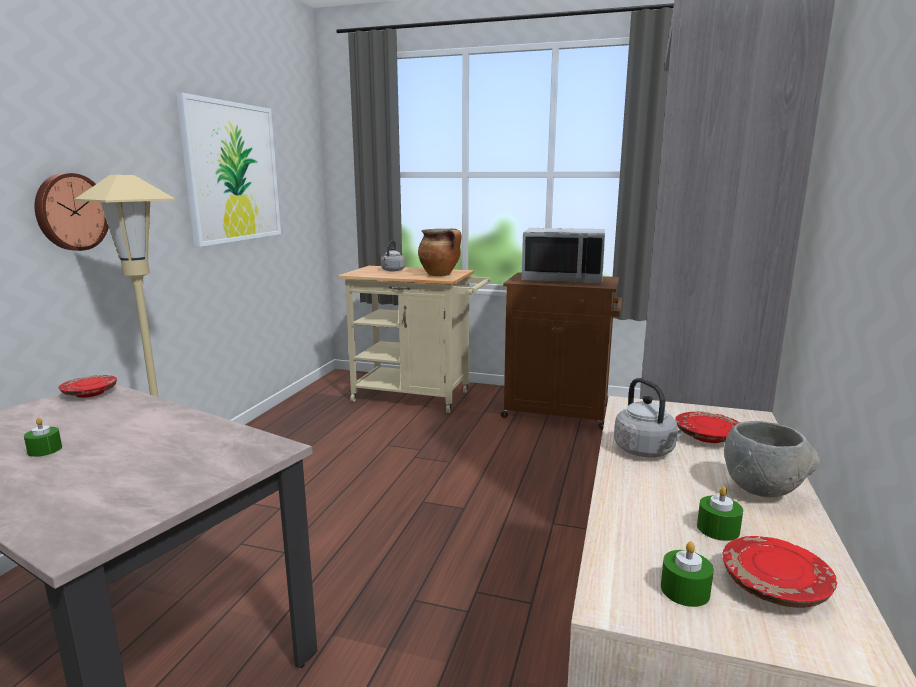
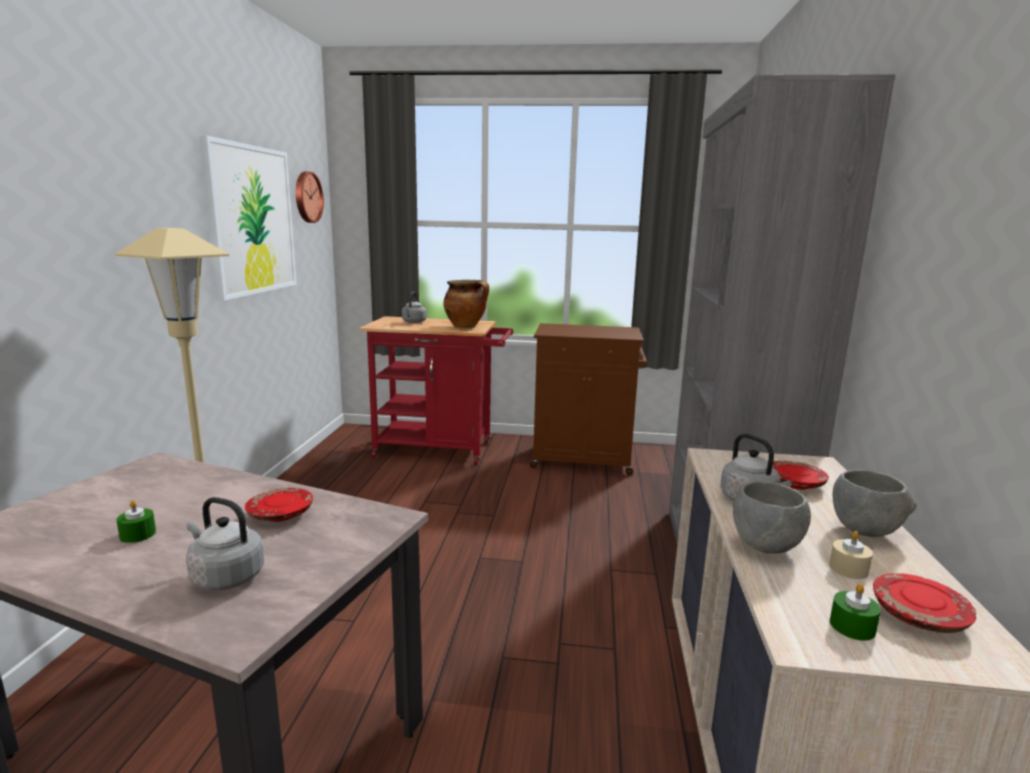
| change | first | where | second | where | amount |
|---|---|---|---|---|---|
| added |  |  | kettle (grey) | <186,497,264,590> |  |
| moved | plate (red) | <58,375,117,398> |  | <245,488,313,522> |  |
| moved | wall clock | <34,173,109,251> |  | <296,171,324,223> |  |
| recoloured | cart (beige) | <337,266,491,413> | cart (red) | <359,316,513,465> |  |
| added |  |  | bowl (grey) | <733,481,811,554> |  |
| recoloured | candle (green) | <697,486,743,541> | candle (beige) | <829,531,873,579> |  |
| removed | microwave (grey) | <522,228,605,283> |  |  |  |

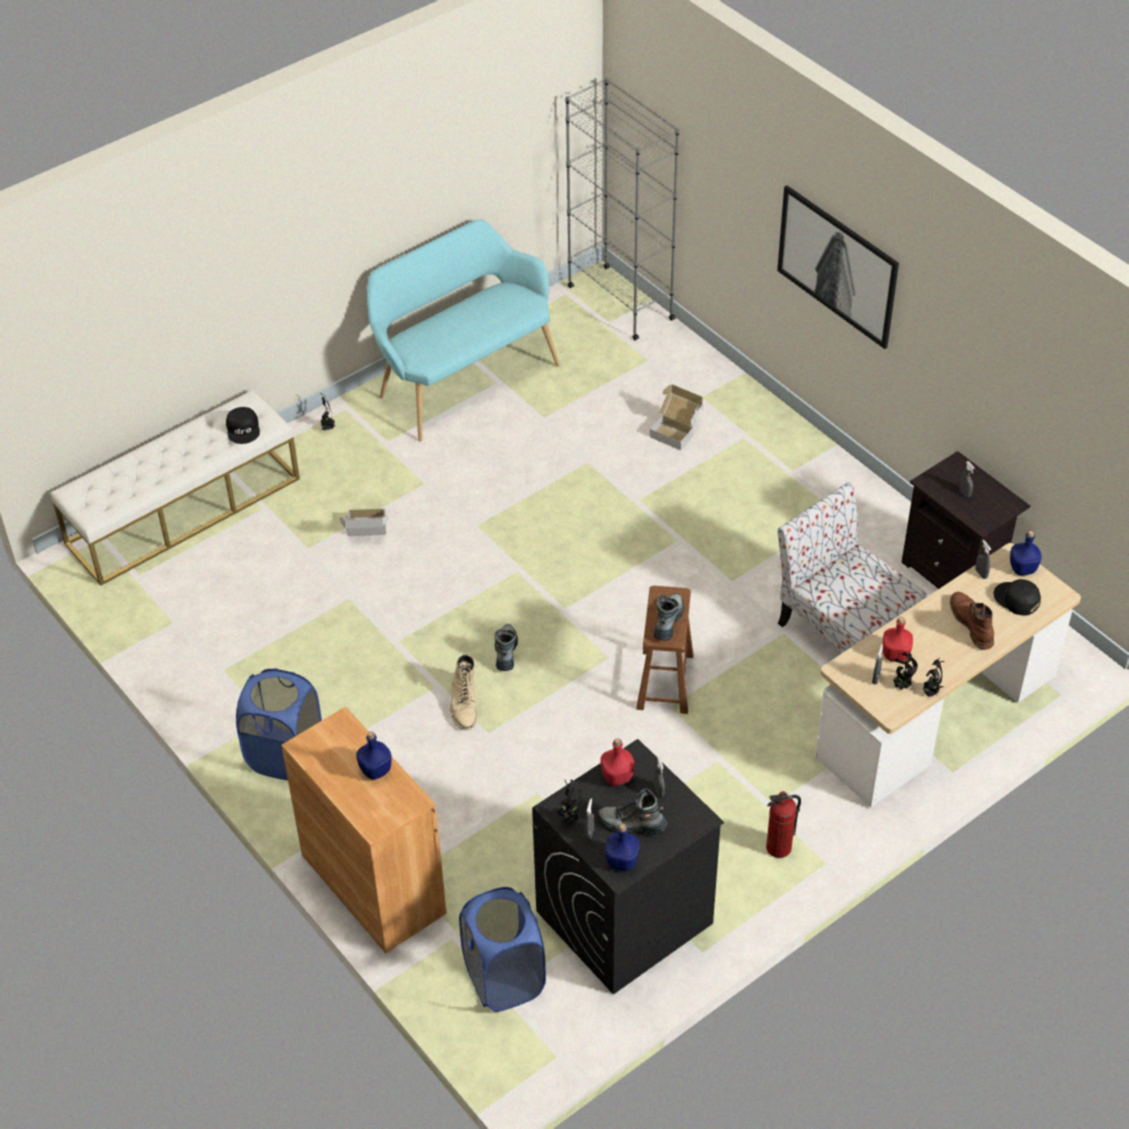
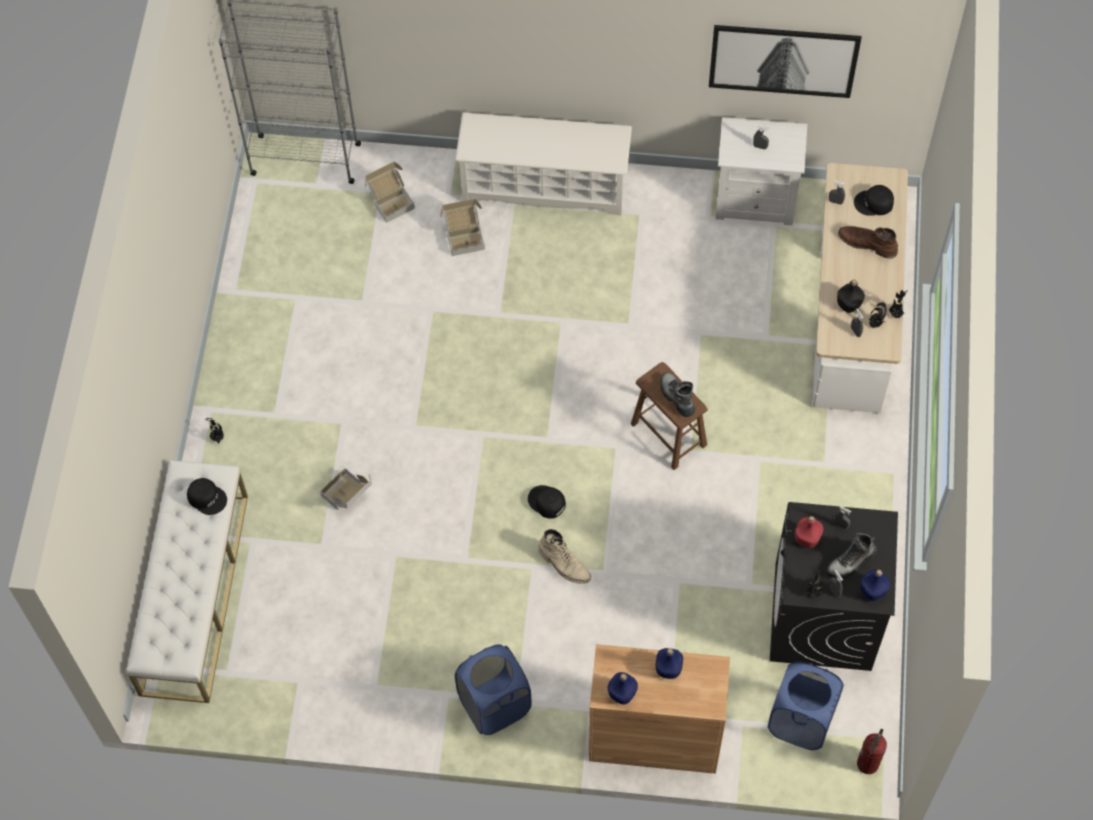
| change | first | where | second | where | amount |
|---|---|---|---|---|---|
| added |  |  | cardboard box | <365,161,415,223> |  |
| added |  |  | shoe rack (white) | <455,113,632,215> |  |
| replaced | boot | <495,624,518,671> | cap (black) | <528,485,566,519> |  |
| moved | bottle (blue) | <1010,531,1042,575> |  | <608,672,638,705> |  |
| moved | picture | <777,185,899,349> |  | <709,25,861,98> |  |
| recoloured | nightstand (black) | <902,451,1030,589> | nightstand (white) | <715,117,807,226> |  |
| recoloured | bottle (red) | <883,617,913,662> | bottle (black) | <837,280,865,313> |  |
| moved | fire extinguisher | <766,791,801,858> |  | <857,729,887,774> |  |
| removed | bench (turquoise) | <367,219,560,441> |  |  |  |
| removed | chair | <778,482,928,652> |  |  |  |

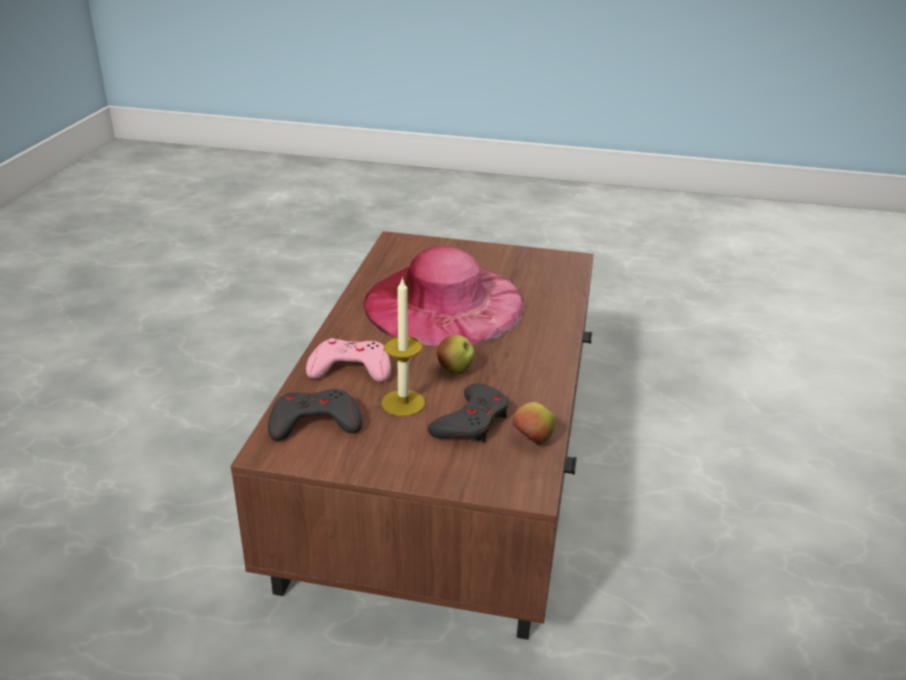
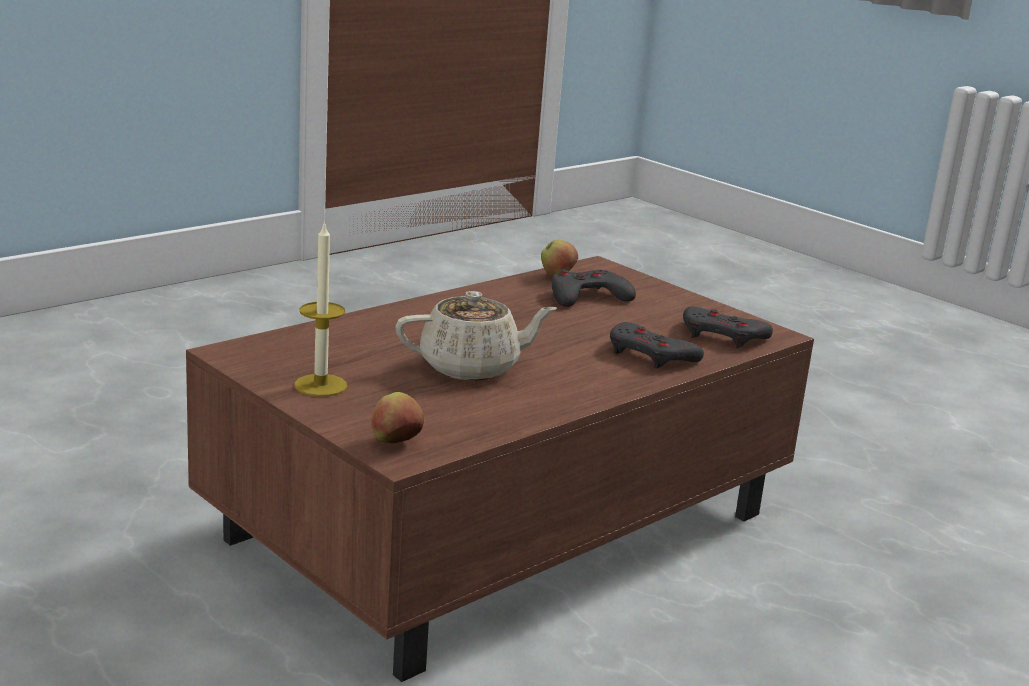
| change | first | where | second | where | amount |
|---|---|---|---|---|---|
| moved | candle | <382,277,425,416> |  | <294,221,347,396> |  |
| moved | apple | <437,335,474,374> |  | <371,392,424,443> |  |
| replaced | hat (pink) | <364,246,524,346> | teapot (beige) | <395,291,557,380> |  |
| recoloured | game controller (pink) | <306,338,391,382> | game controller (grey) | <610,322,704,369> |  |

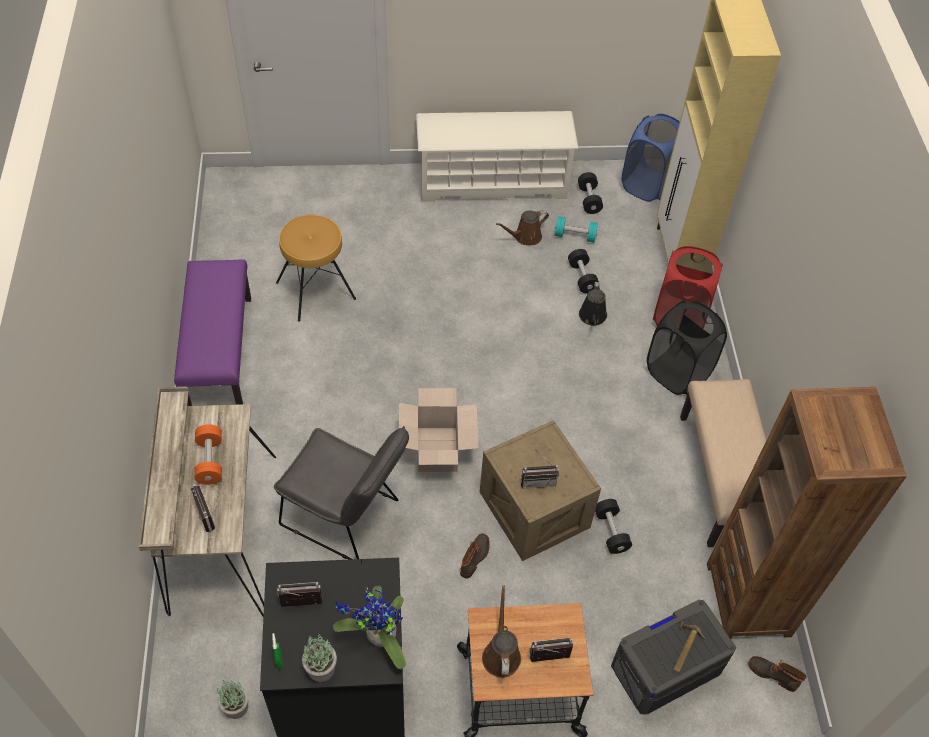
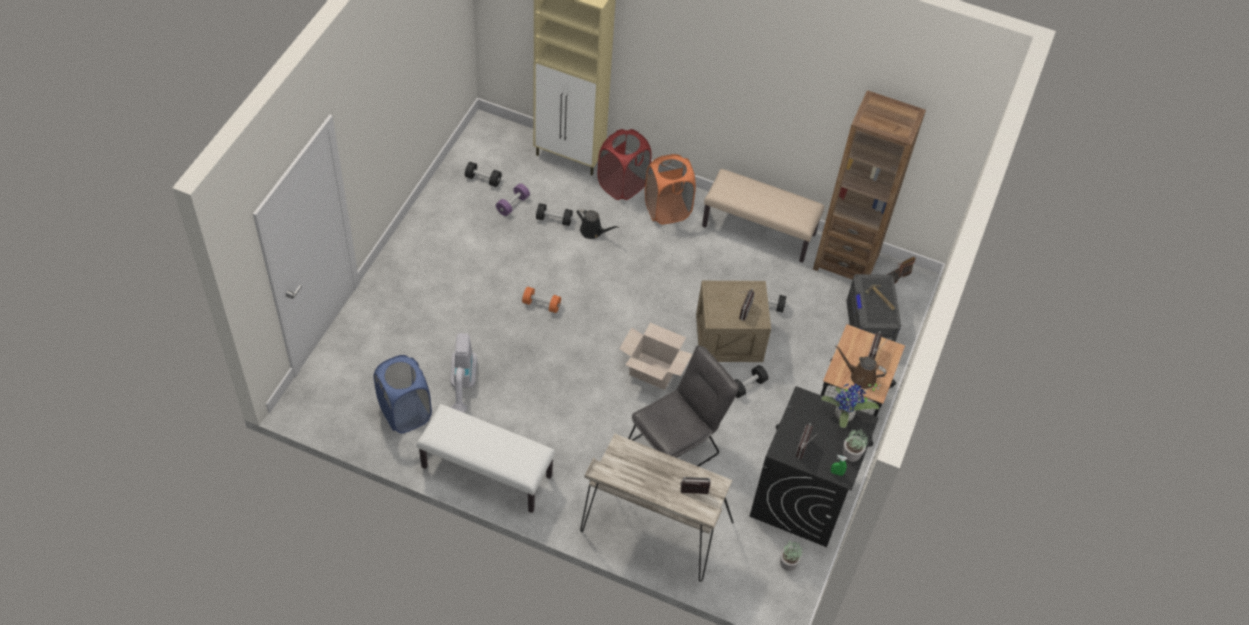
| change | first | where | second | where | amount |
|---|---|---|---|---|---|
| moved | laundry basket (blue) | <622,114,680,202> |  | <373,355,432,433> |  |
| recoloured | bench (purple) | <174,259,251,406> | bench (white) | <417,404,555,513> |  |
| replaced | stool (brown) | <276,215,356,322> | vacuum cleaner | <450,333,477,412> |  |
| recoloured | dumbbell (turquoise) | <555,216,598,243> | dumbbell (purple) | <496,183,530,216> |  |
| moved | dumbbell (orange) | <194,424,222,485> |  | <522,287,561,313> |  |
| recoloured | laundry basket (black) | <647,301,727,395> | laundry basket (orange) | <645,154,696,224> |  |
| replaced | boot | <460,533,490,579> | dumbbell (black) | <735,365,768,398> |  |
| removed | shoe rack (white) | <416,111,579,202> |  |  |  |
| removed | watering can (brown) | <496,210,549,245> |  |  |  |

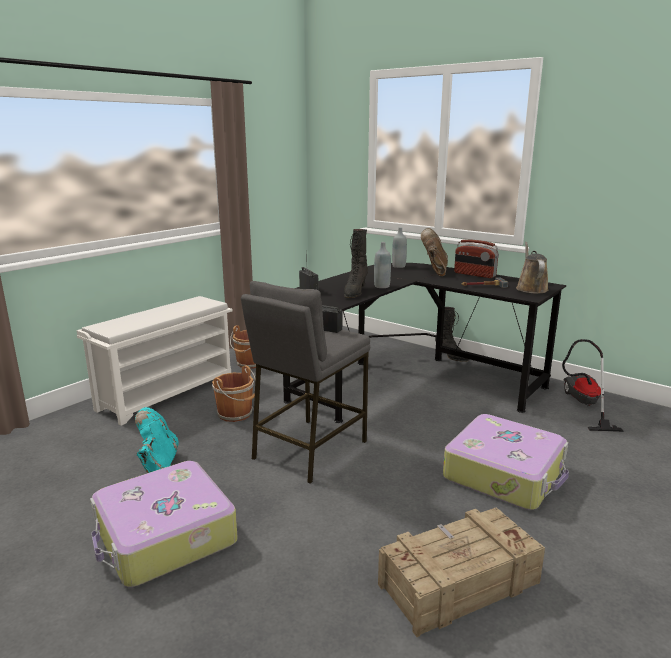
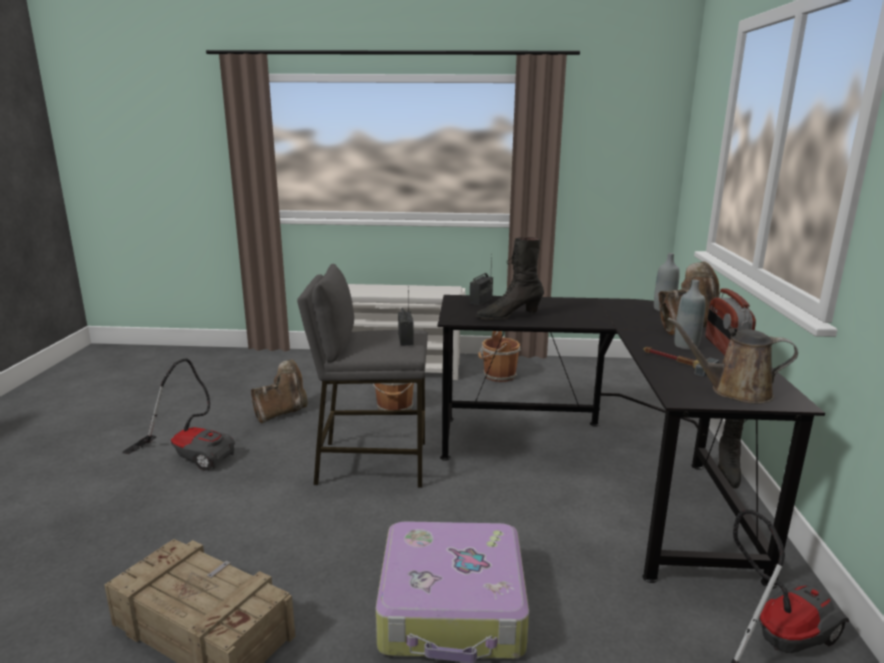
| change | first | where | second | where | amount |
|---|---|---|---|---|---|
| replaced | suitcase | <90,461,238,587> | vacuum cleaner | <123,358,235,471> |  |
| recoloured | boot (turquoise) | <135,407,179,473> | boot (brown) | <251,359,307,423> |  |
| turned | watering can (brown) | <516,242,549,294> |  | <667,317,798,404> | 135 degrees counterclockwise |
| moved | bottle (grey) | <374,242,391,288> |  | <675,280,706,350> |  |

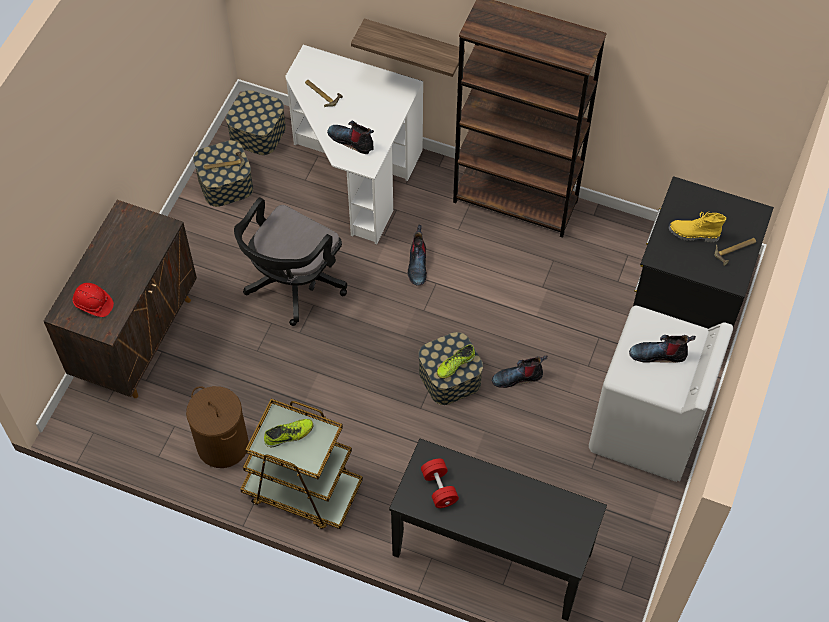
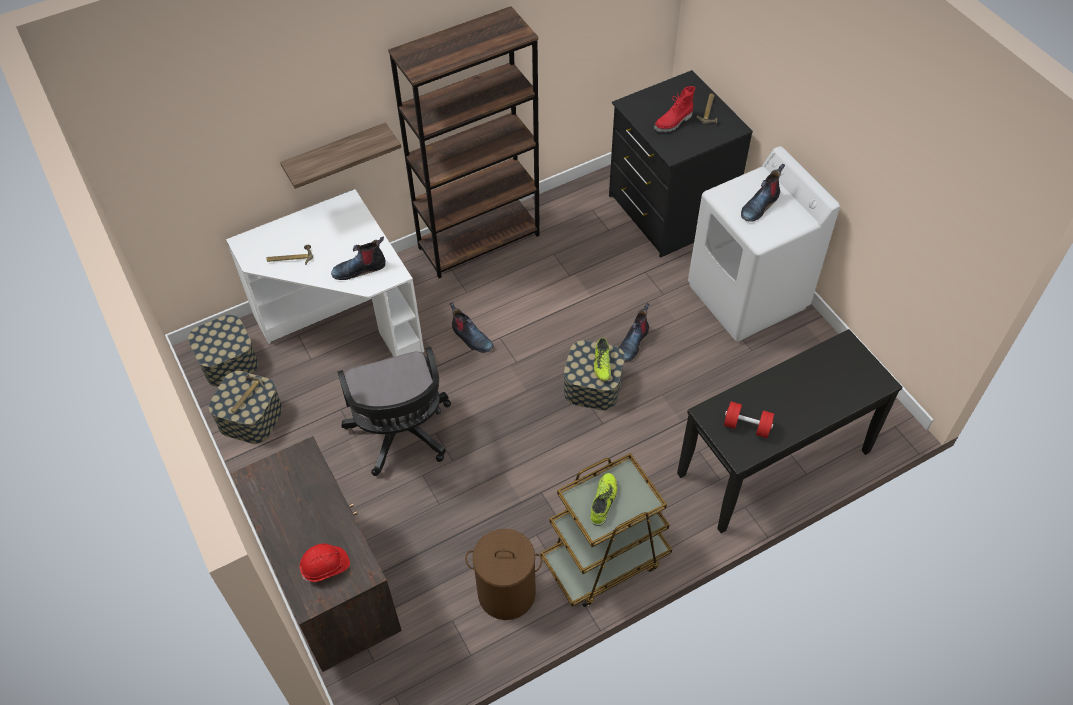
| change | first | where | second | where | amount |
|---|---|---|---|---|---|
| recoloured | boot (yellow) | <668,211,726,243> | boot (red) | <654,86,695,132> |  |

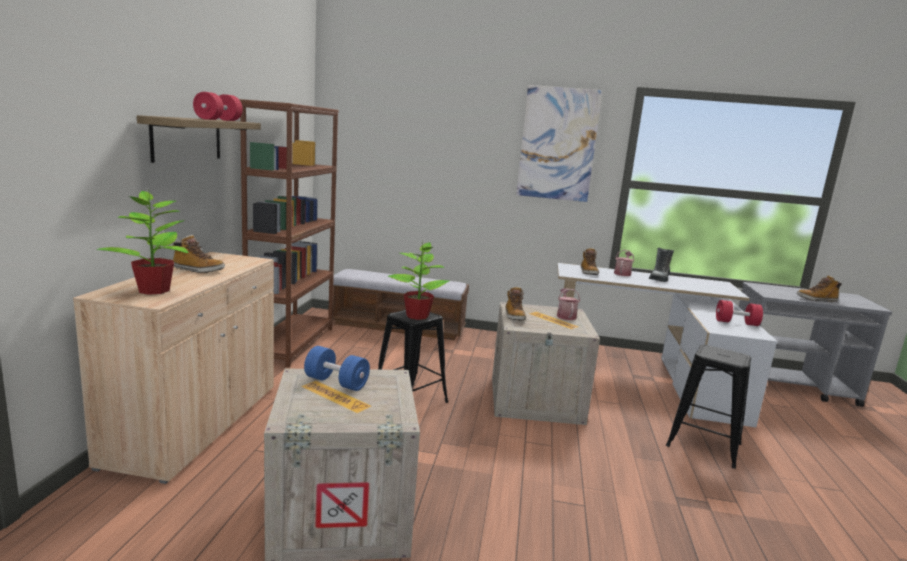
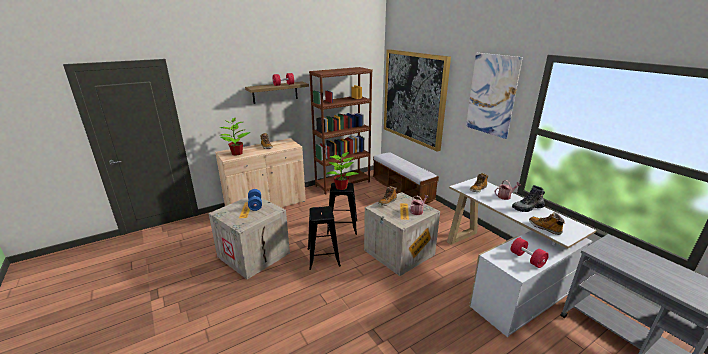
| change | first | where | second | where | amount |
|---|---|---|---|---|---|
| moved | stool (black) | <666,345,751,469> |  | <308,206,341,270> |  |
| added |  |  | picture | <384,49,451,152> |  |
| moved | boot | <797,275,842,302> |  | <529,212,565,235> |  |

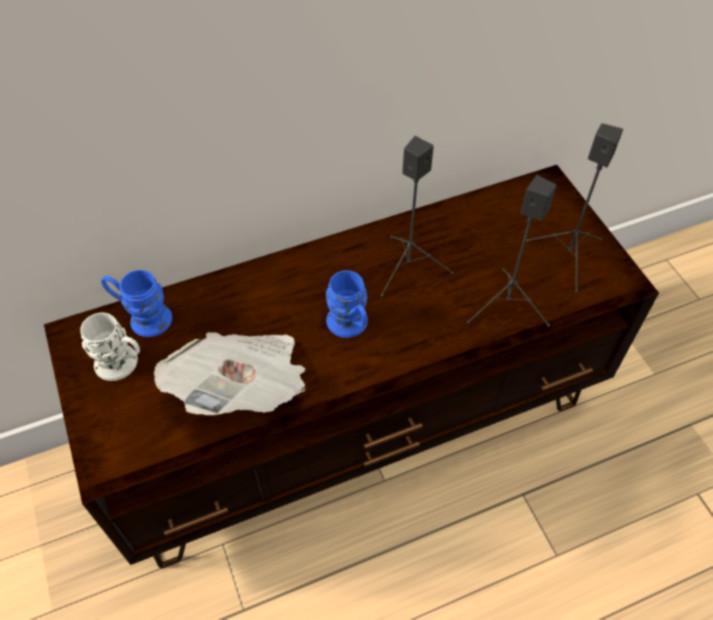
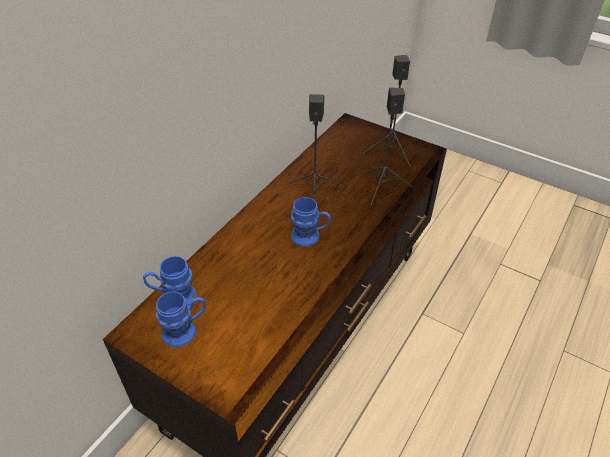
| change | first | where | second | where | amount |
|---|---|---|---|---|---|
| recoloured | mug (white) | <80,313,140,381> | mug (blue) | <156,292,205,347> |  |
| removed | newspaper | <154,332,306,415> |  |  |  |

